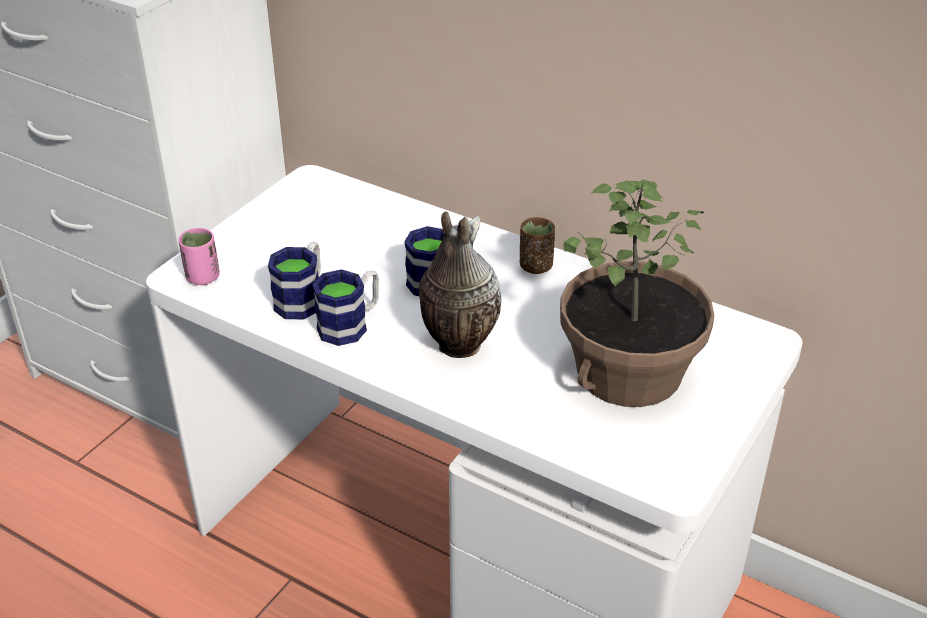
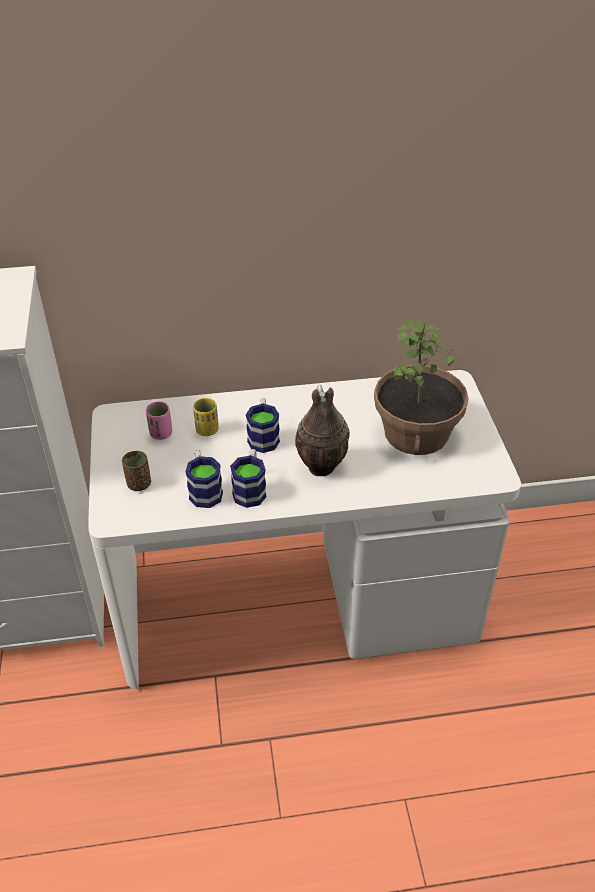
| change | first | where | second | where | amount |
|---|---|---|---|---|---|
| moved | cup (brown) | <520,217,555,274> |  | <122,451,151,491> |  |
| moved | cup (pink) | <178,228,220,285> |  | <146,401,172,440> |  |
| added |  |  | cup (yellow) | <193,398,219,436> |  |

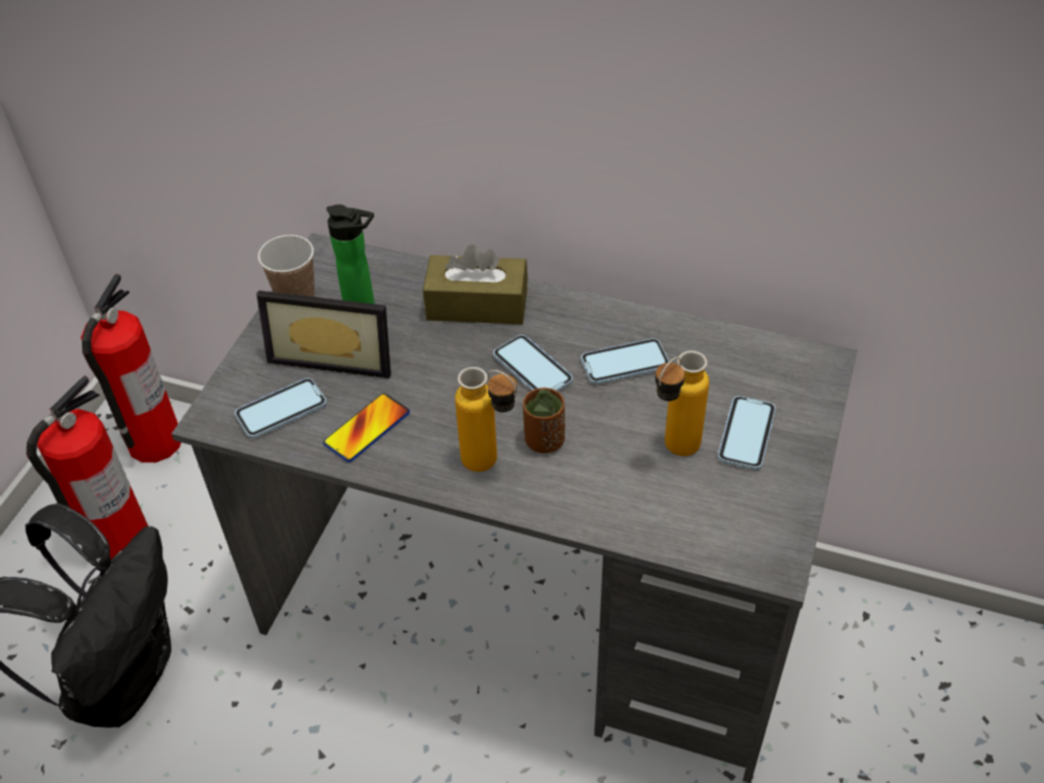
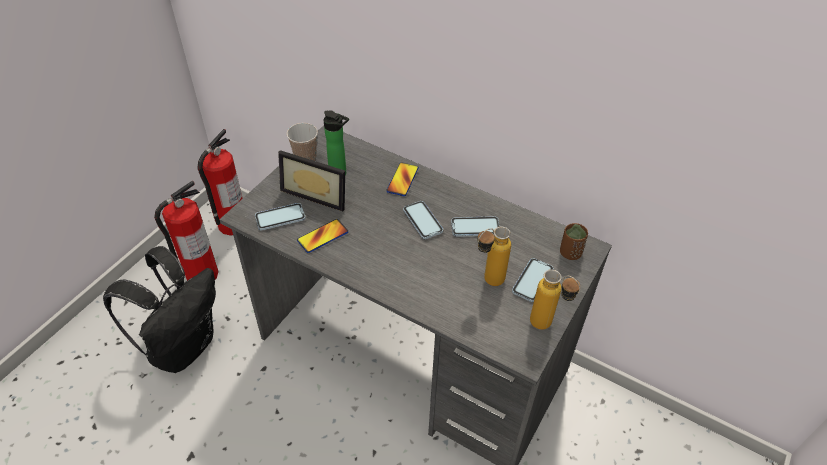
| change | first | where | second | where | amount |
|---|---|---|---|---|---|
| replaced | tissue box (brown) | <423,244,528,325> | phone | <386,162,419,196> |  |
| moved | bottle | <455,367,517,472> |  | <530,269,580,330> |  |
| moved | cup (brown) | <523,387,565,453> |  | <560,223,588,260> |  |

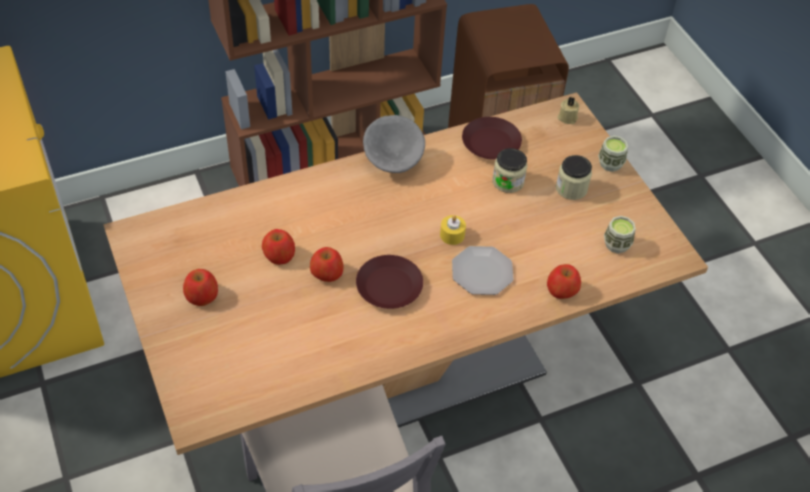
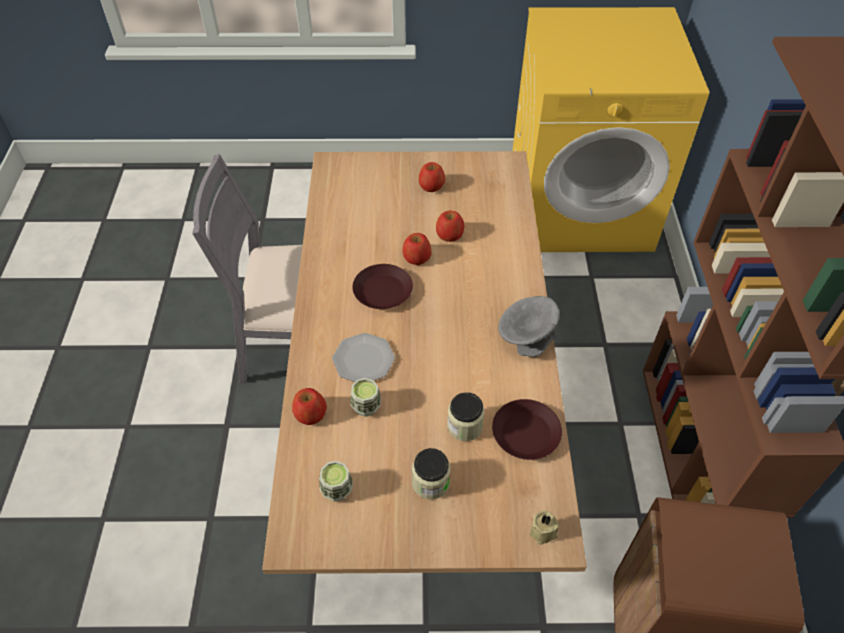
| change | first | where | second | where | amount |
|---|---|---|---|---|---|
| moved | cup | <598,136,628,172> |  | <350,378,381,417> |  |
| removed | candle (yellow) | <440,215,466,245> |  |  |  |

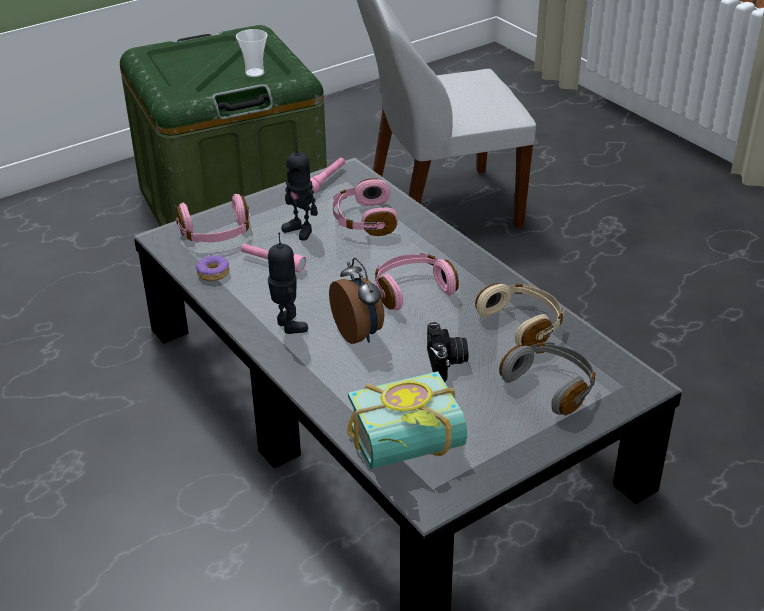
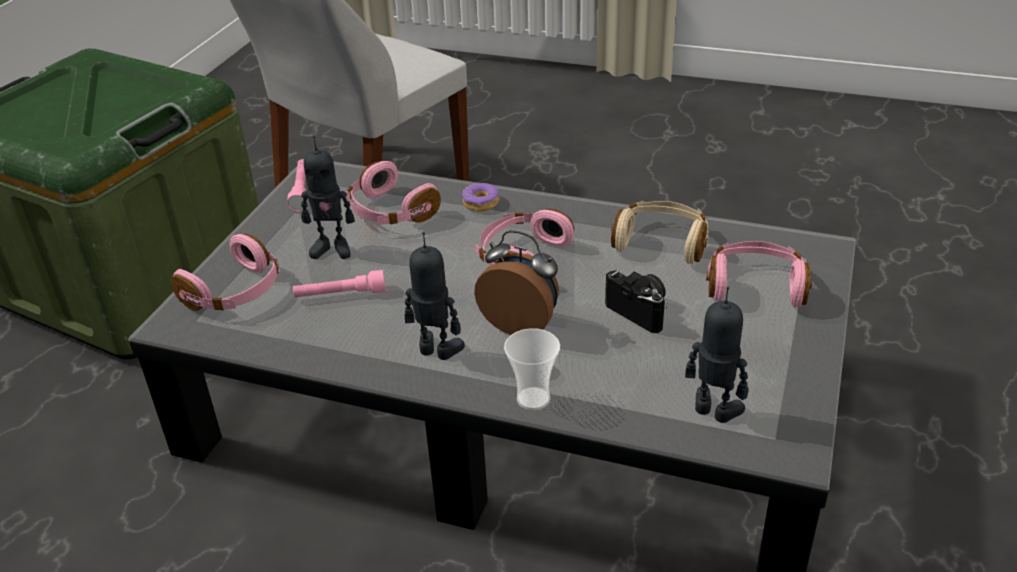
| change | first | where | second | where | amount |
|---|---|---|---|---|---|
| moved | donut | <196,255,229,281> |  | <462,183,499,211> |  |
| moved | cup | <236,29,268,77> |  | <504,328,560,410> |  |
| replaced | book | <348,371,467,469> | toy robot | <685,287,748,423> |  |
| recoloured | headphones (grey) | <499,342,595,415> | headphones (pink) | <706,241,812,308> |  |

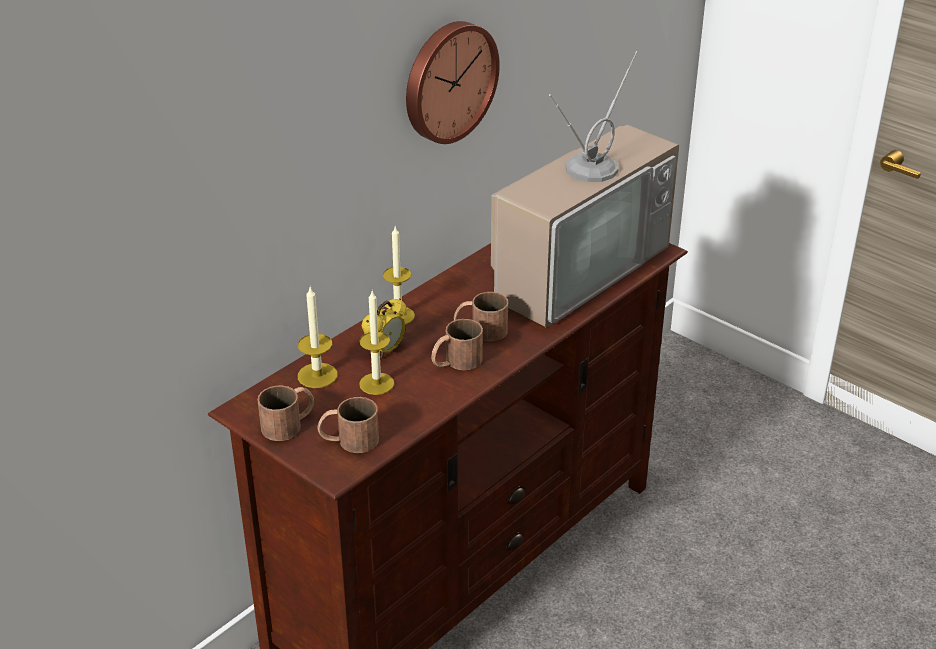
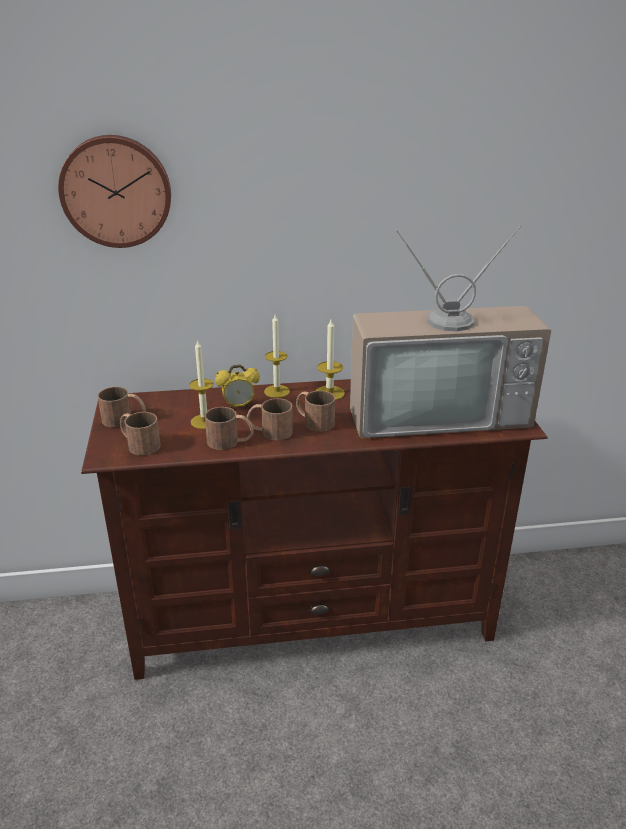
| change | first | where | second | where | amount |
|---|---|---|---|---|---|
| moved | wall clock | <406,21,500,144> |  | <58,135,171,248> |  |
| added |  |  | mug (brown) | <205,407,254,450> |  |
| moved | candle | <298,287,338,388> |  | <316,320,345,400> |  |

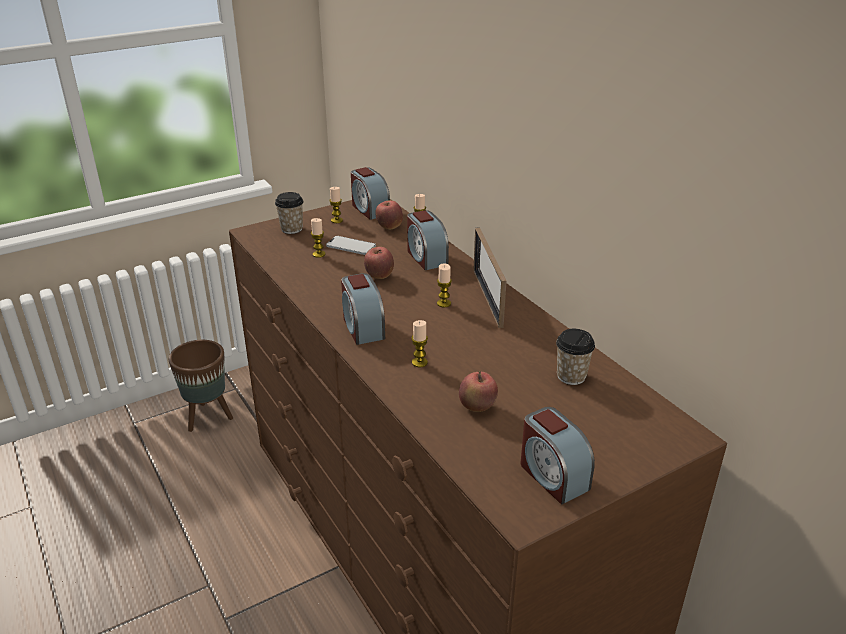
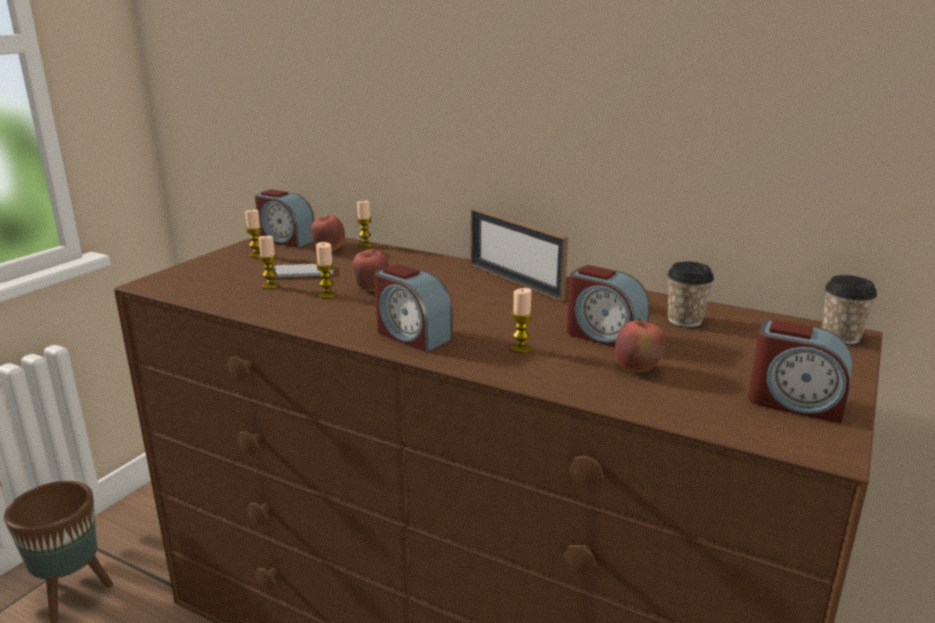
| change | first | where | second | where | amount |
|---|---|---|---|---|---|
| moved | candle | <437,263,452,308> |  | <316,242,337,298> |  |
| moved | alarm clock | <407,210,449,270> |  | <567,265,650,347> |  |
| moved | cup | <275,192,303,234> |  | <822,275,877,344> |  |

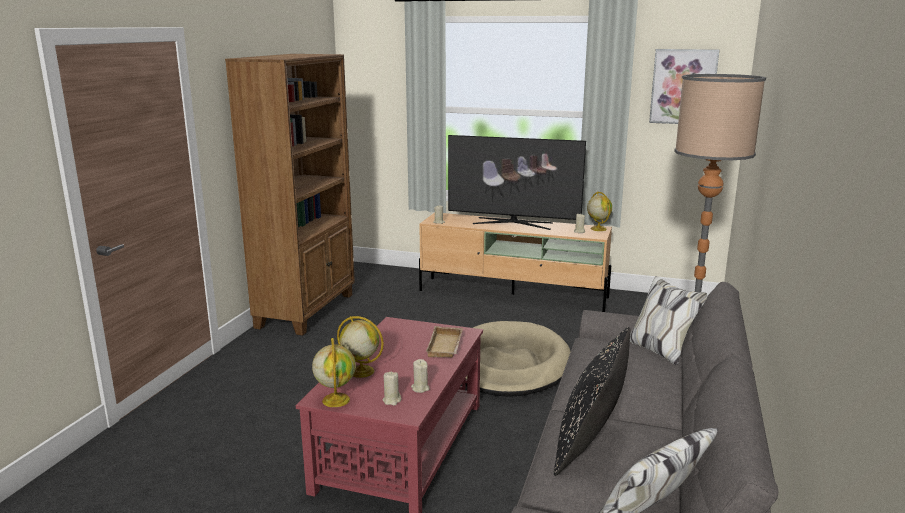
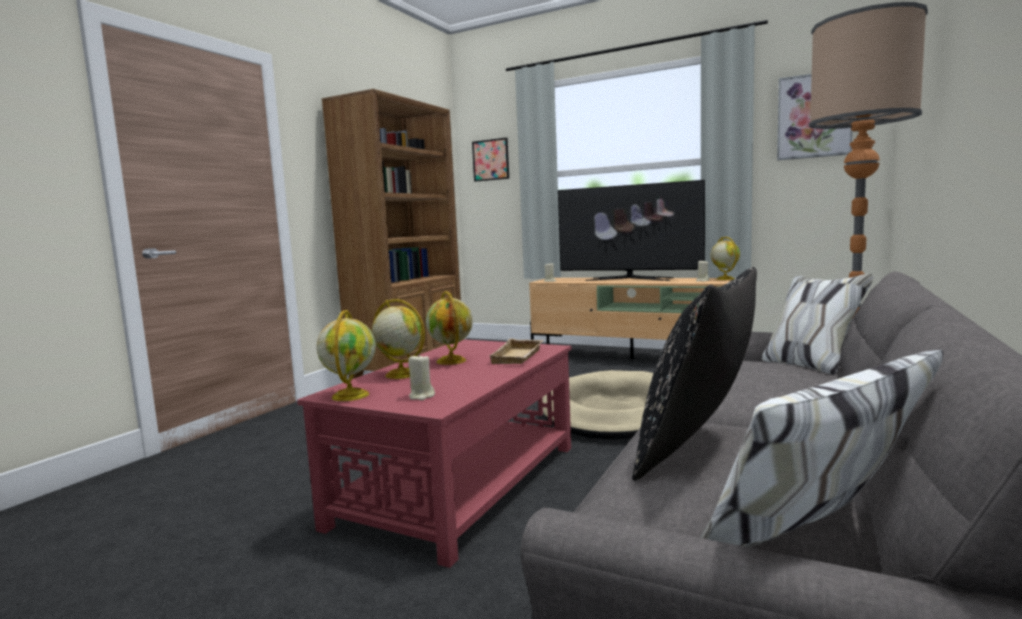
| change | first | where | second | where | amount |
|---|---|---|---|---|---|
| added |  |  | globe | <426,291,473,365> |  |
| added |  |  | picture | <472,137,509,182> |  |
| removed | candle (beige) | <411,359,430,393> |  |  |  |

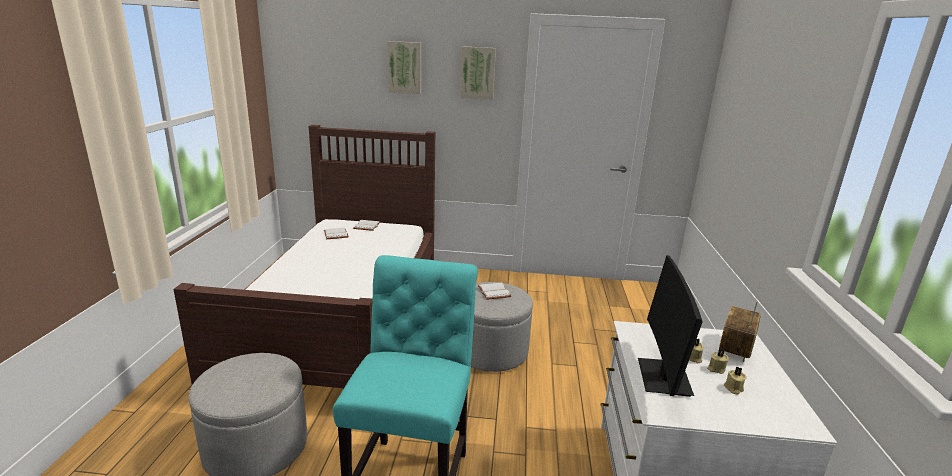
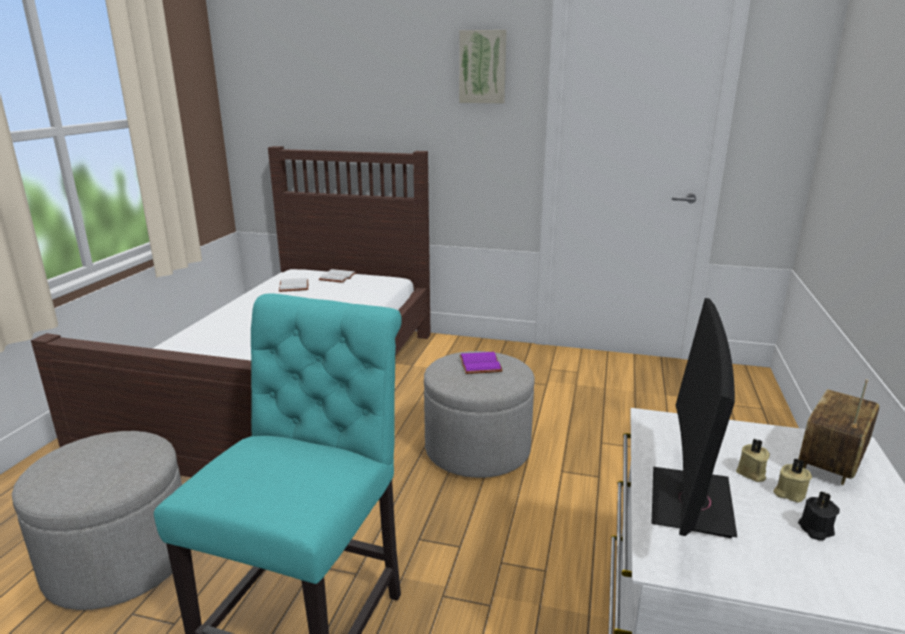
| change | first | where | second | where | amount |
|---|---|---|---|---|---|
| recoloured | book (white) | <478,283,511,300> | book (purple) | <459,352,503,374> |  |
| recoloured | candle (beige) | <724,367,747,394> | candle (black) | <798,491,840,541> |  |
| removed | picture | <387,41,421,94> |  |  |  |

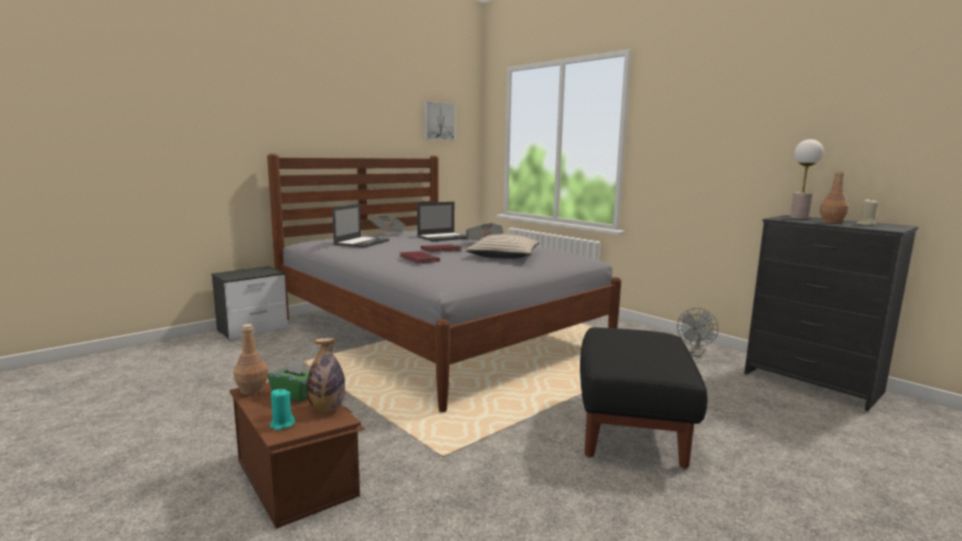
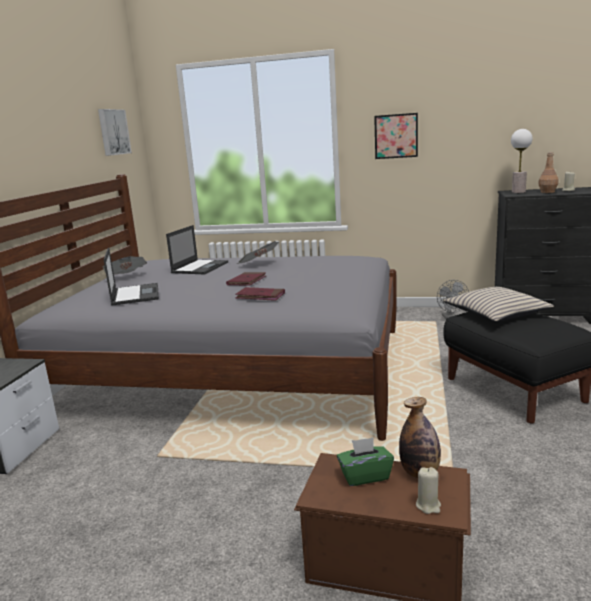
| change | first | where | second | where | amount |
|---|---|---|---|---|---|
| added |  |  | picture | <374,113,418,159> |  |
| recoloured | candle (turquoise) | <270,389,295,431> | candle (beige) | <416,467,441,514> |  |
| moved | pillow (beige) | <465,234,540,259> |  | <443,287,554,322> |  |
| removed | bottle (brown) | <234,324,268,395> |  |  |  |

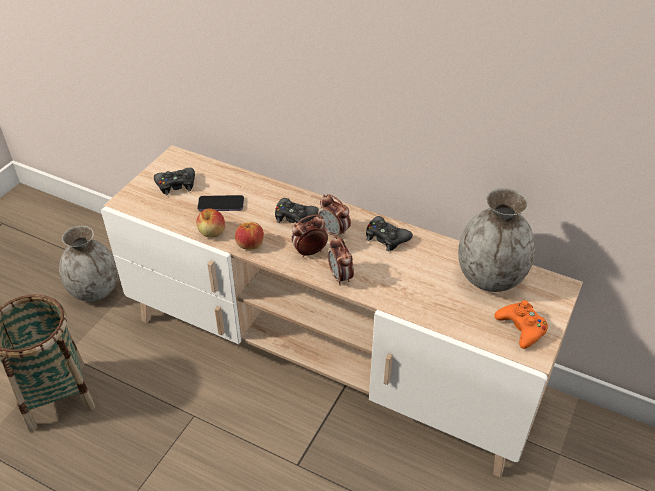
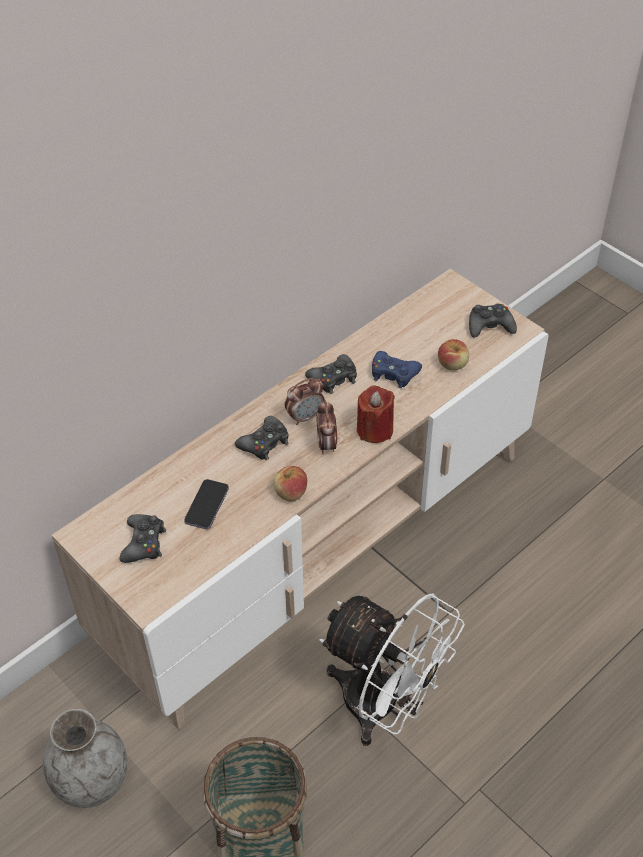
| change | first | where | second | where | amount |
|---|---|---|---|---|---|
| added |  |  | fan (white) | <319,593,465,746> |  |
| replaced | alarm clock | <328,235,354,286> | candle (red) | <357,386,395,443> |  |
| added |  |  | game controller (blue) | <372,351,422,389> |  |
| moved | apple | <196,208,225,238> |  | <438,339,469,371> |  |
| recoloured | game controller (orange) | <494,300,548,349> | game controller (black) | <469,304,517,337> |  |
| removed | vase (grey) | <458,188,535,292> |  |  |  |

